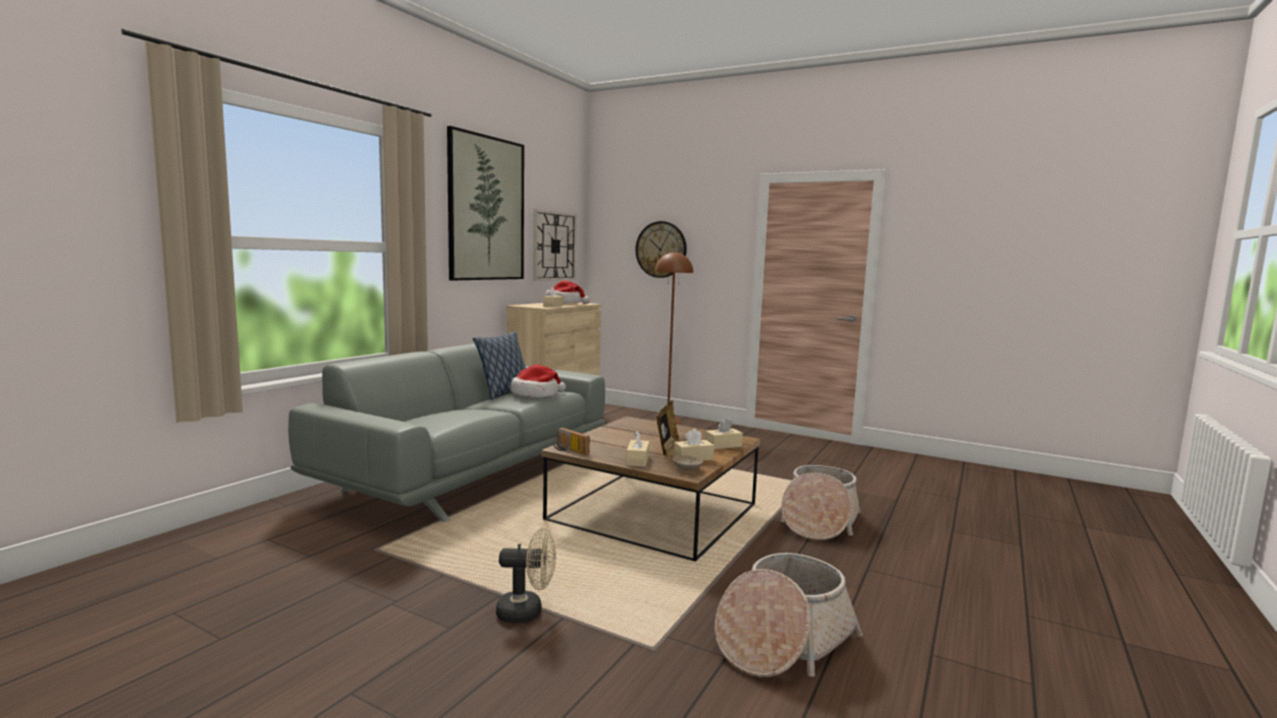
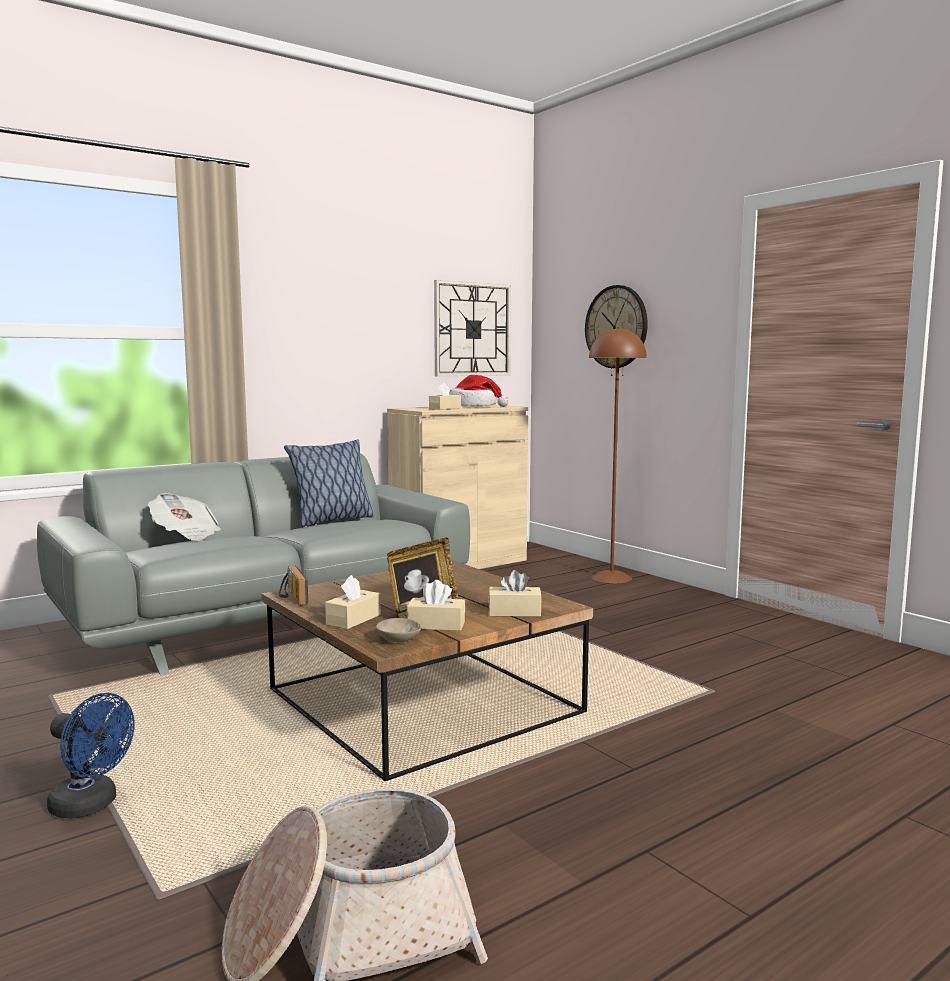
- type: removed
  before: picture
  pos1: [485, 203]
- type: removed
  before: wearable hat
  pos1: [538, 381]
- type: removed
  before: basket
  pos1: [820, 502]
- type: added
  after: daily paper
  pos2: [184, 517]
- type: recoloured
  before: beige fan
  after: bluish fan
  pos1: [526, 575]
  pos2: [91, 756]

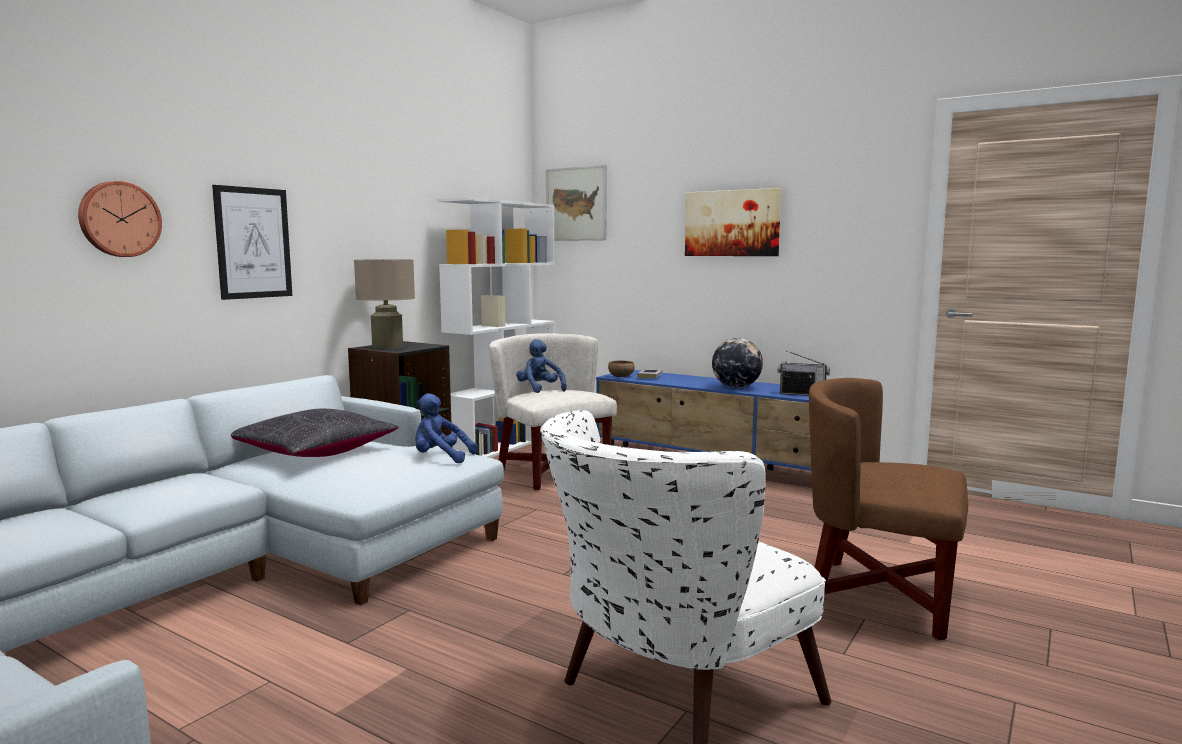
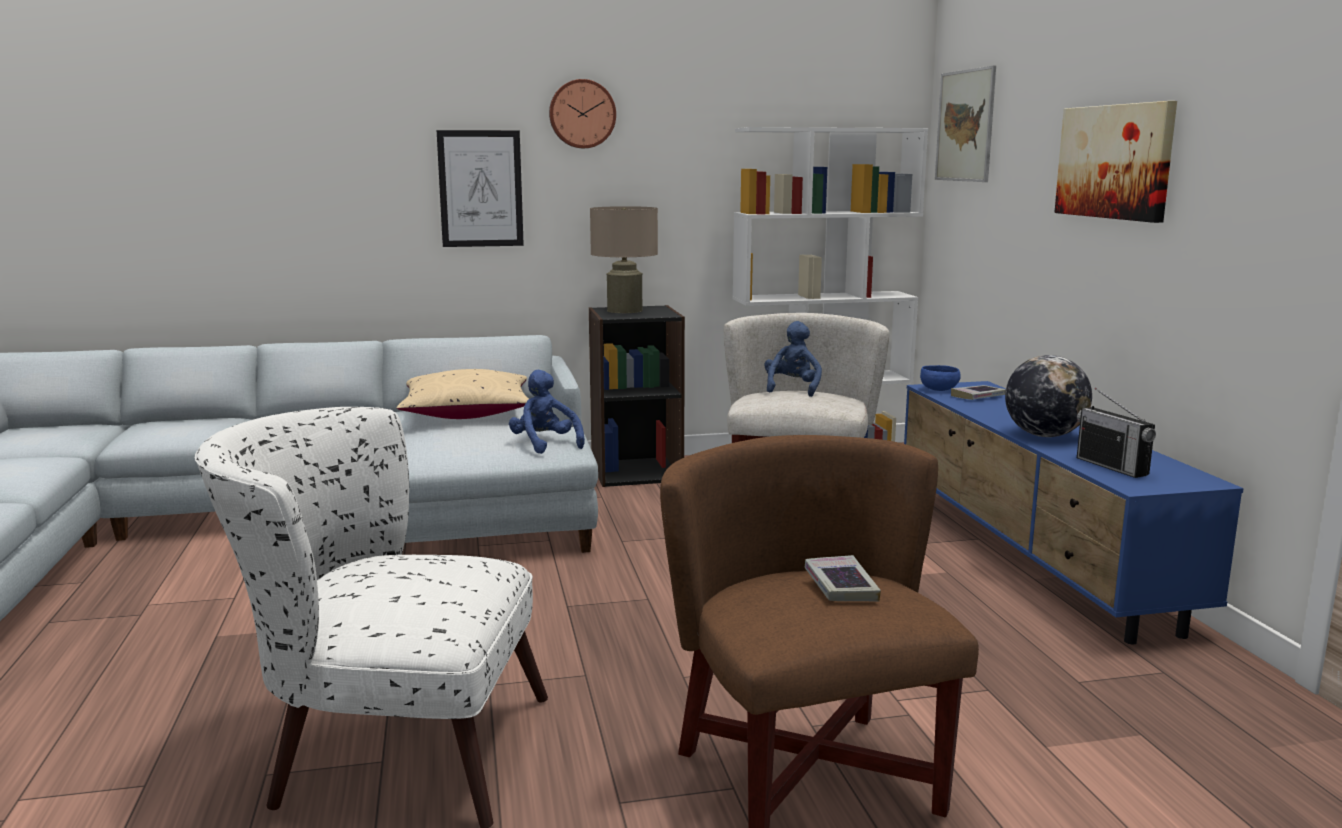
- type: added
  after: bound book
  pos2: [843, 578]
- type: moved
  before: clock on the wall
  pos1: [120, 219]
  pos2: [582, 113]
- type: recoloured
  before: blackish throw pillow
  after: beige throw pillow
  pos1: [315, 433]
  pos2: [463, 394]
- type: recoloured
  before: brown bowl
  after: bluish bowl
  pos1: [621, 368]
  pos2: [940, 378]

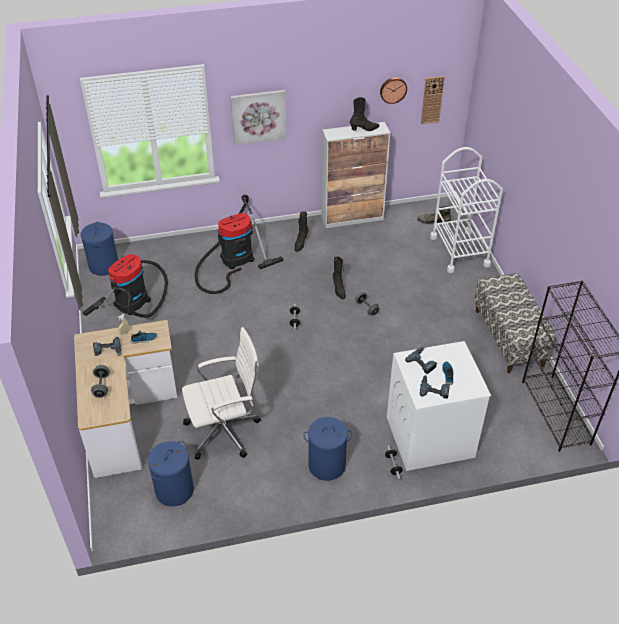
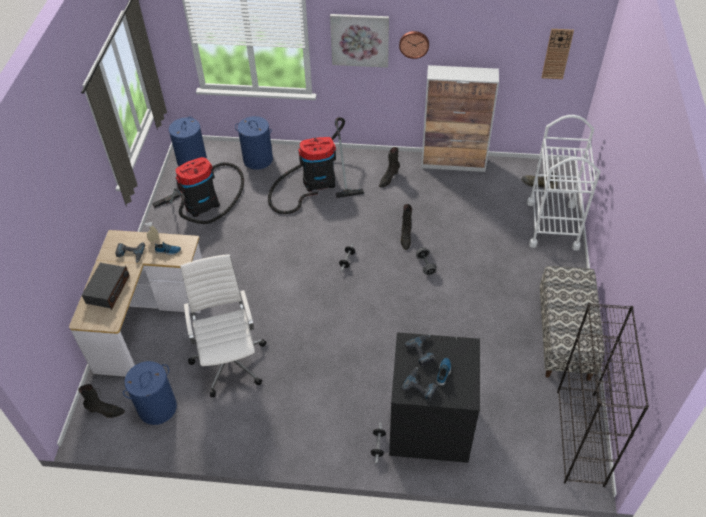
- type: moved
  before: bluish washing basket
  pos1: [327, 449]
  pos2: [254, 143]
- type: moved
  before: blackish tall boot
  pos1: [365, 114]
  pos2: [101, 401]
- type: moved
  before: clock on the wall
  pos1: [393, 90]
  pos2: [414, 45]
- type: replaced
  before: grey free weight
  after: radio set
  pos1: [100, 381]
  pos2: [106, 286]
- type: recoloured
  before: whitish washing machine
  after: blackish washing machine
  pos1: [439, 406]
  pos2: [434, 397]
- type: turned
  before: whitish computer chair
  pos1: [221, 393]
  pos2: [223, 325]
  turn: -105

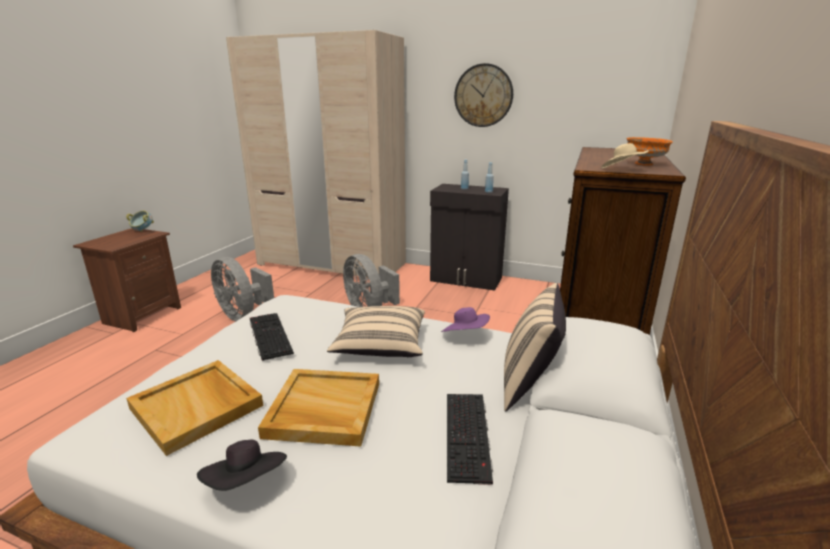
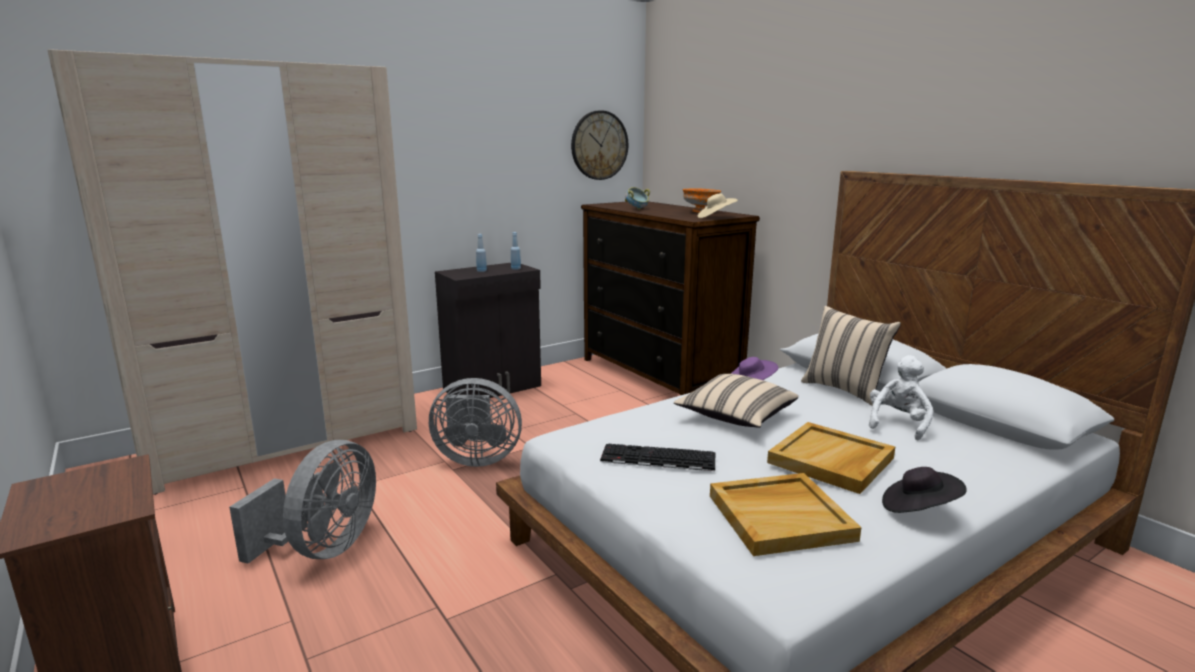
- type: moved
  before: bowl
  pos1: [140, 221]
  pos2: [637, 198]
- type: moved
  before: clock on the wall
  pos1: [483, 95]
  pos2: [599, 145]
- type: replaced
  before: keyboard
  after: whitish cuddly toy
  pos1: [470, 439]
  pos2: [901, 397]
- type: turned
  before: grey fan
  pos1: [242, 289]
  pos2: [302, 502]
  turn: -60

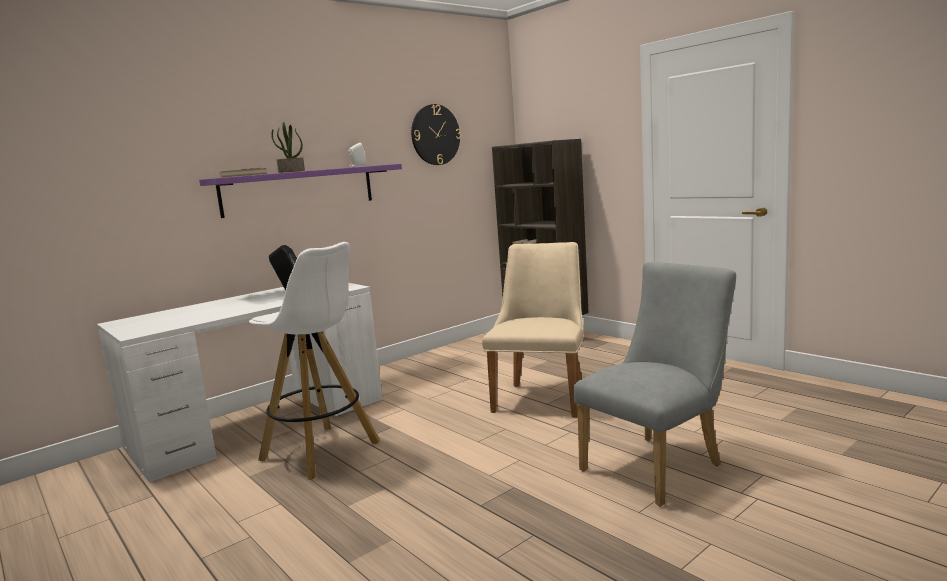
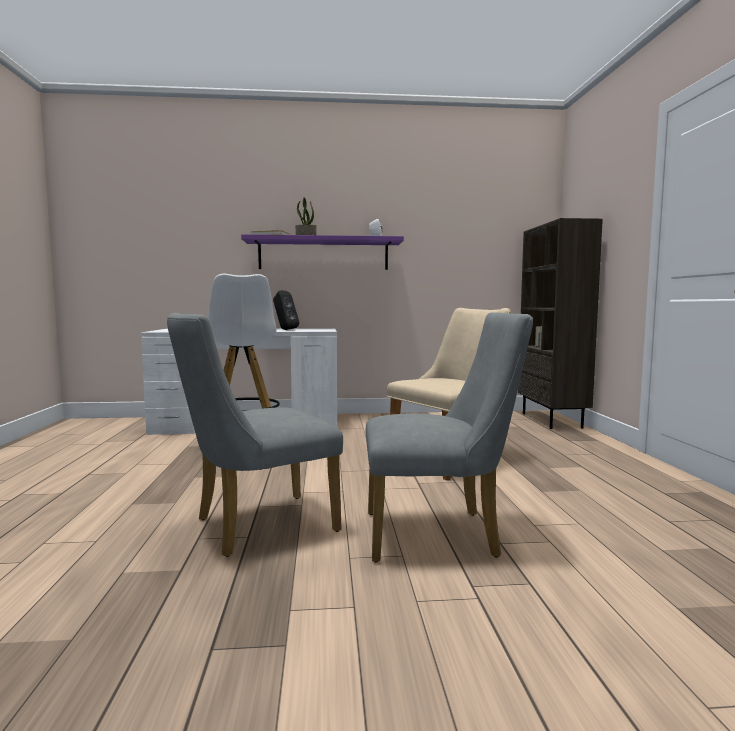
- type: removed
  before: clock on the wall
  pos1: [436, 134]
- type: added
  after: grey plain chair
  pos2: [255, 435]

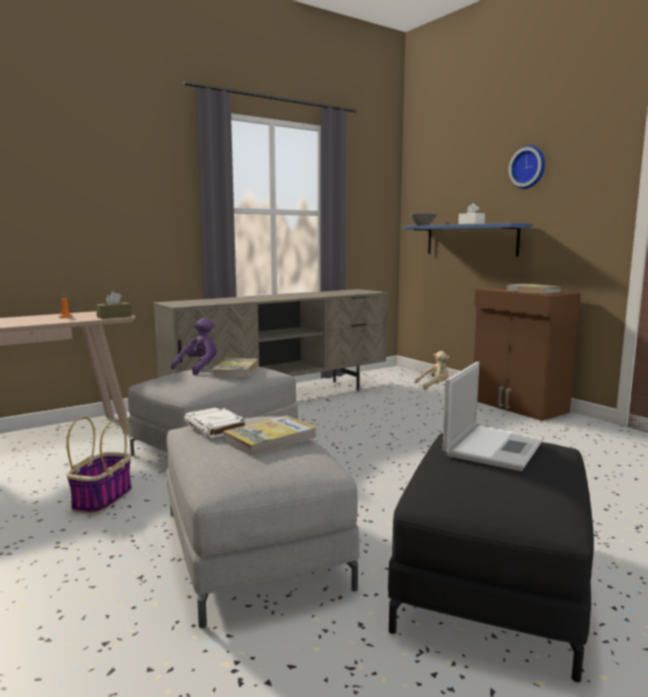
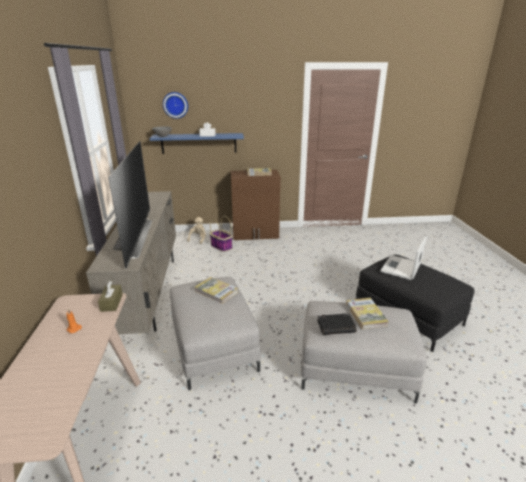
- type: removed
  before: purplish cuddly toy
  pos1: [194, 346]
- type: added
  after: TV
  pos2: [130, 205]
- type: moved
  before: basket
  pos1: [99, 466]
  pos2: [221, 234]
- type: moved
  before: clock on the wall
  pos1: [527, 167]
  pos2: [175, 105]
- type: recoloured
  before: whitish bound book
  after: blackish bound book
  pos1: [215, 422]
  pos2: [337, 324]
- type: turned
  before: notebook computer
  pos1: [493, 416]
  pos2: [404, 258]
  turn: -120

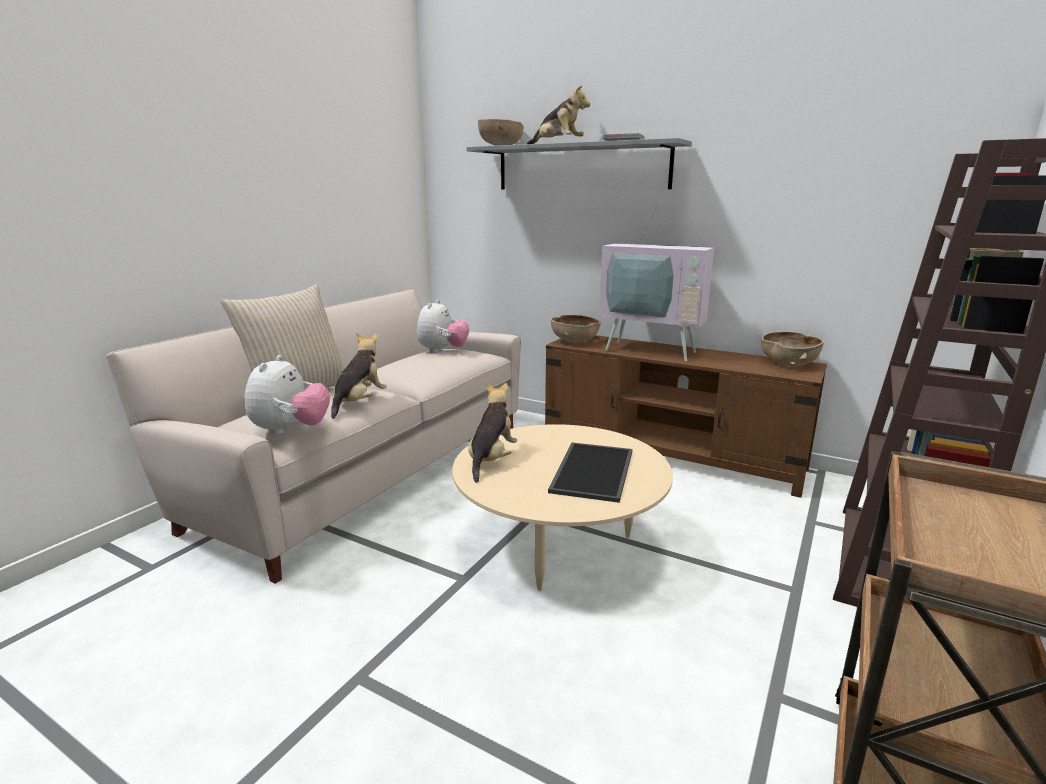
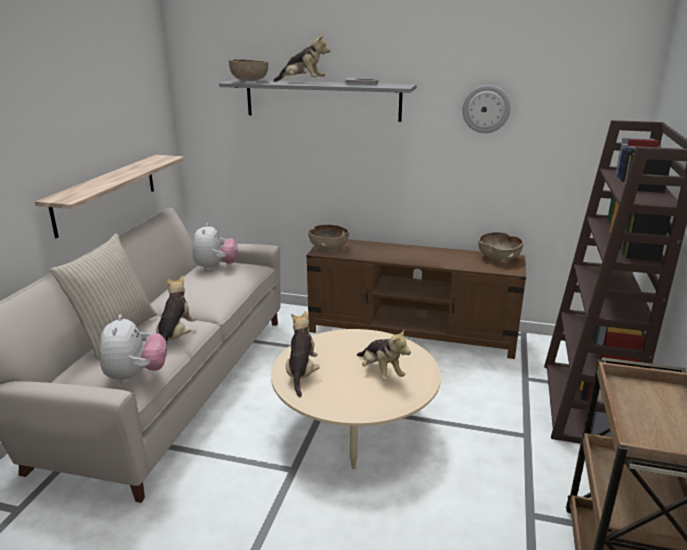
- type: removed
  before: TV
  pos1: [656, 281]
- type: added
  after: shelf
  pos2: [109, 196]
- type: added
  after: clock on the wall
  pos2: [486, 109]
- type: replaced
  before: tray
  after: cuddly toy
  pos1: [590, 472]
  pos2: [384, 355]

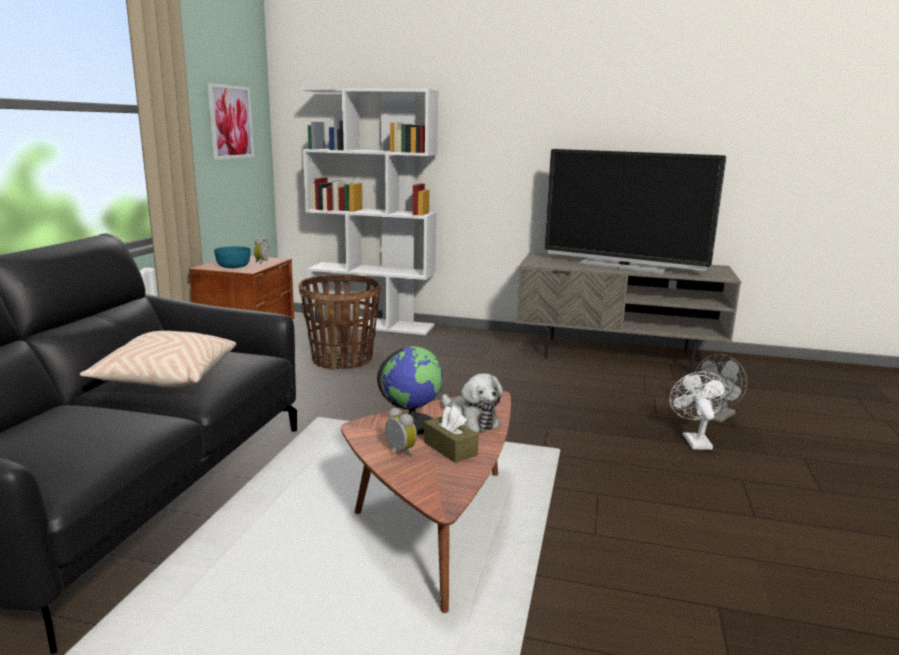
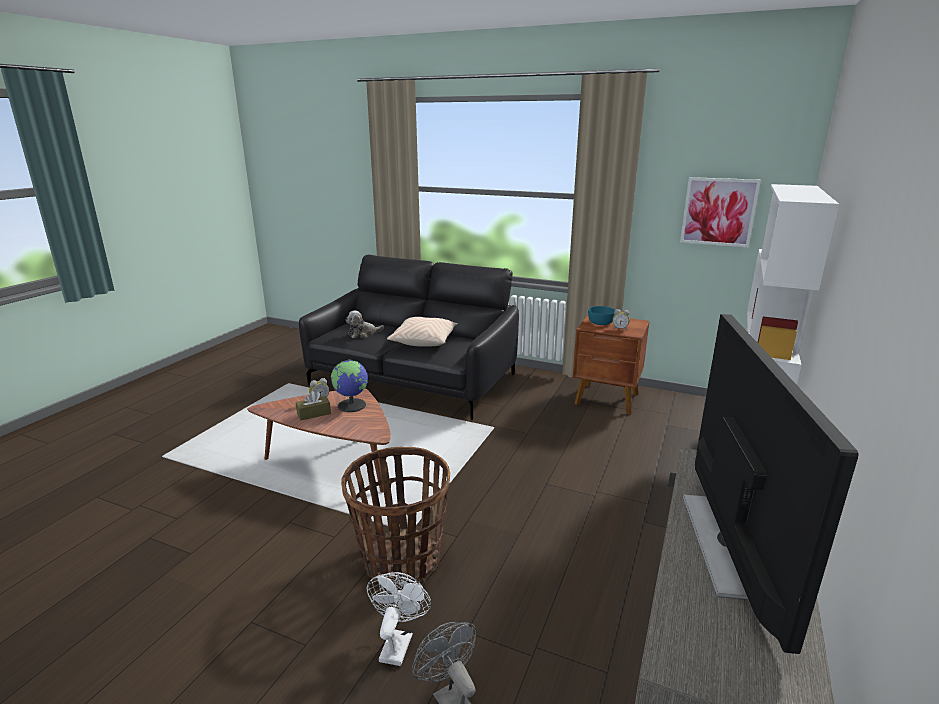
- type: moved
  before: basket
  pos1: [340, 322]
  pos2: [395, 516]
- type: moved
  before: cuddly toy
  pos1: [472, 402]
  pos2: [365, 324]
- type: turned
  before: TV
  pos1: [635, 211]
  pos2: [770, 484]
  turn: 150
- type: turned
  before: whitish fan
  pos1: [699, 411]
  pos2: [399, 619]
  turn: -90

